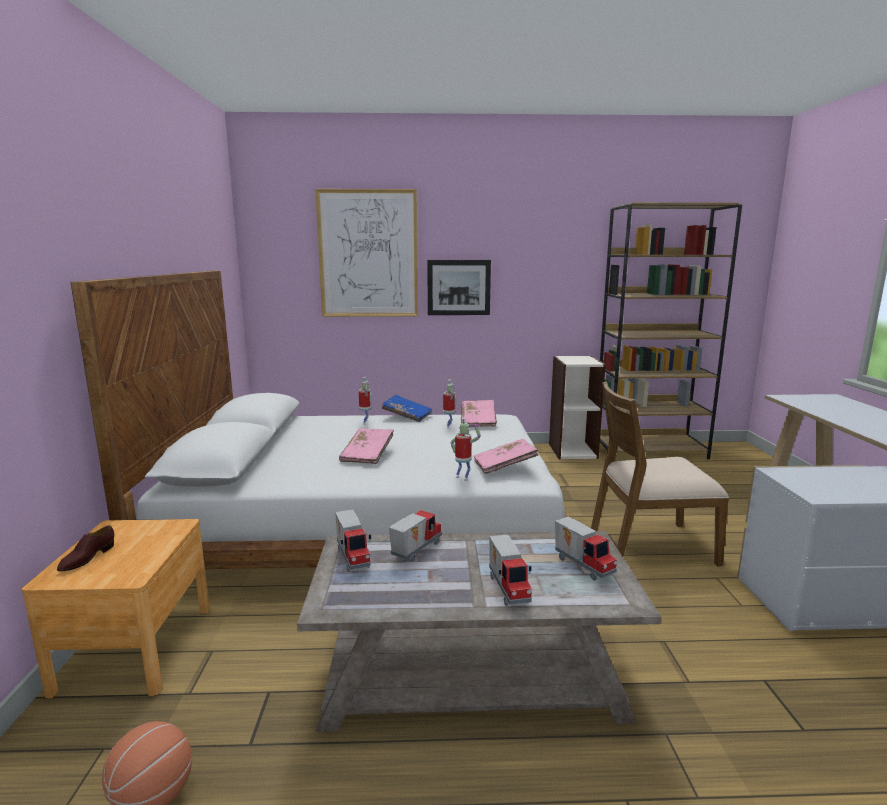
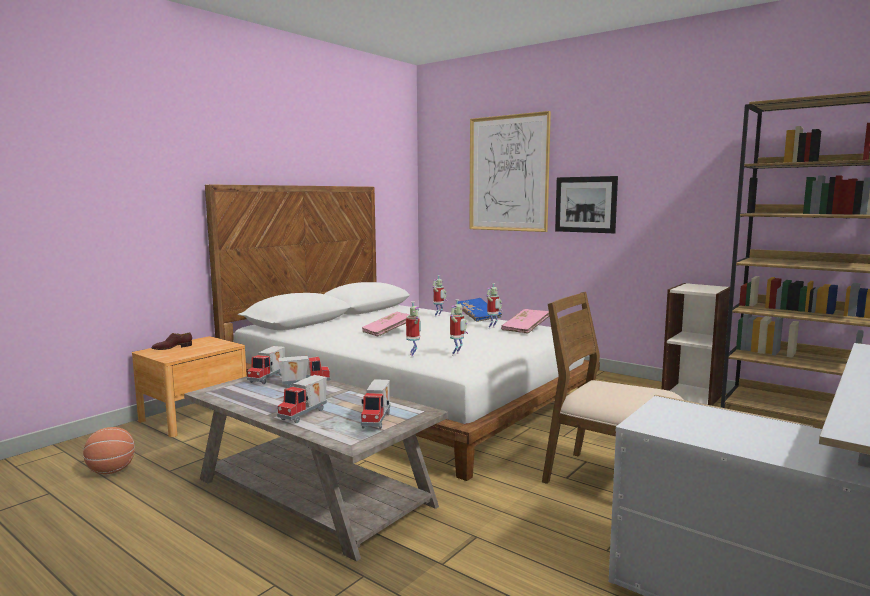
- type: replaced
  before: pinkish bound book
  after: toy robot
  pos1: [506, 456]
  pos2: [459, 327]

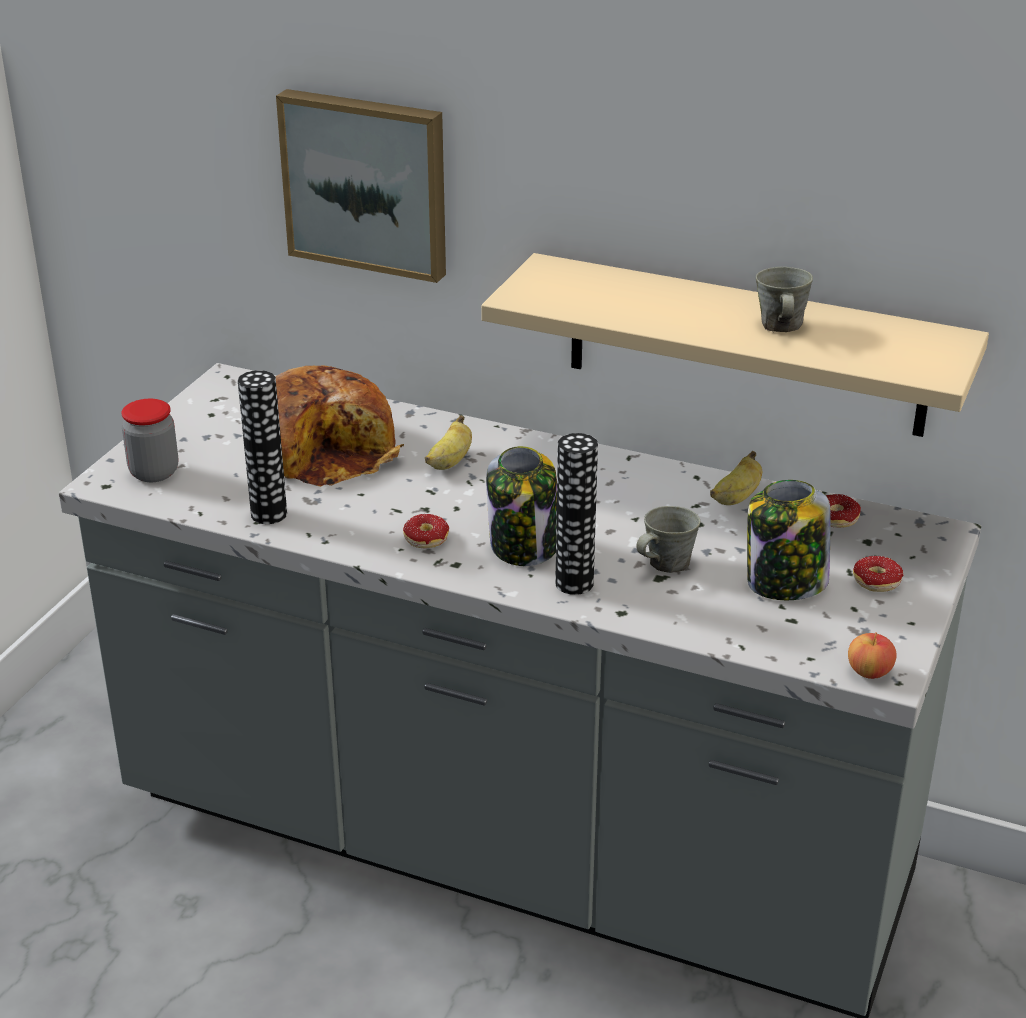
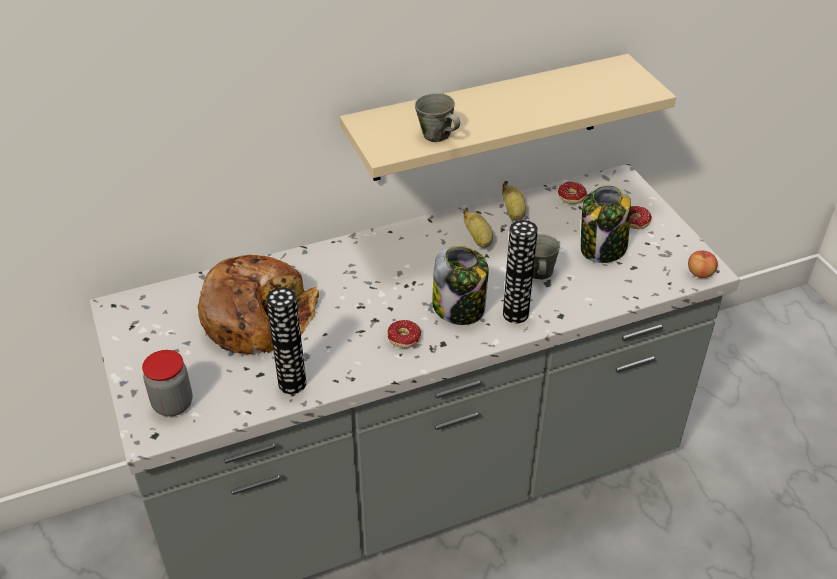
- type: removed
  before: picture
  pos1: [361, 186]
- type: moved
  before: whole banana
  pos1: [448, 442]
  pos2: [478, 227]
- type: moved
  before: grey coffee mug
  pos1: [784, 299]
  pos2: [437, 117]

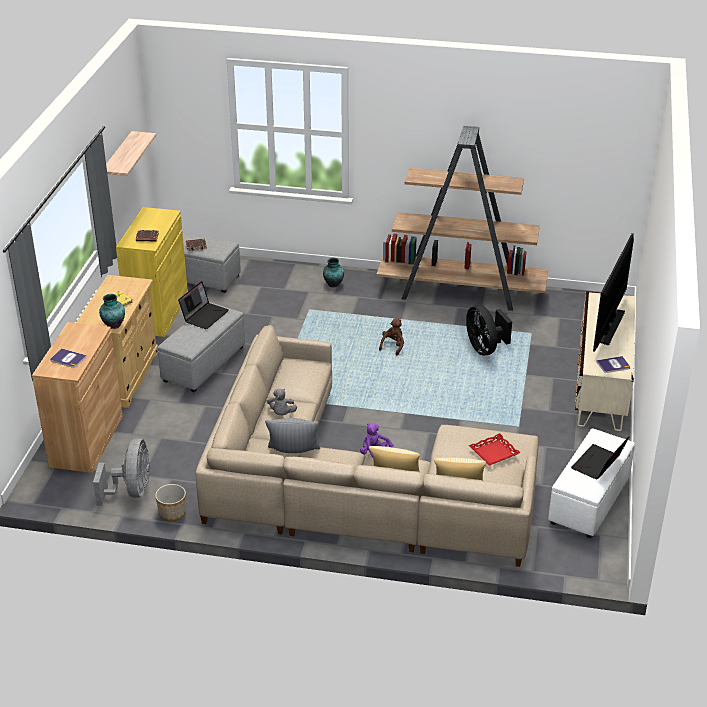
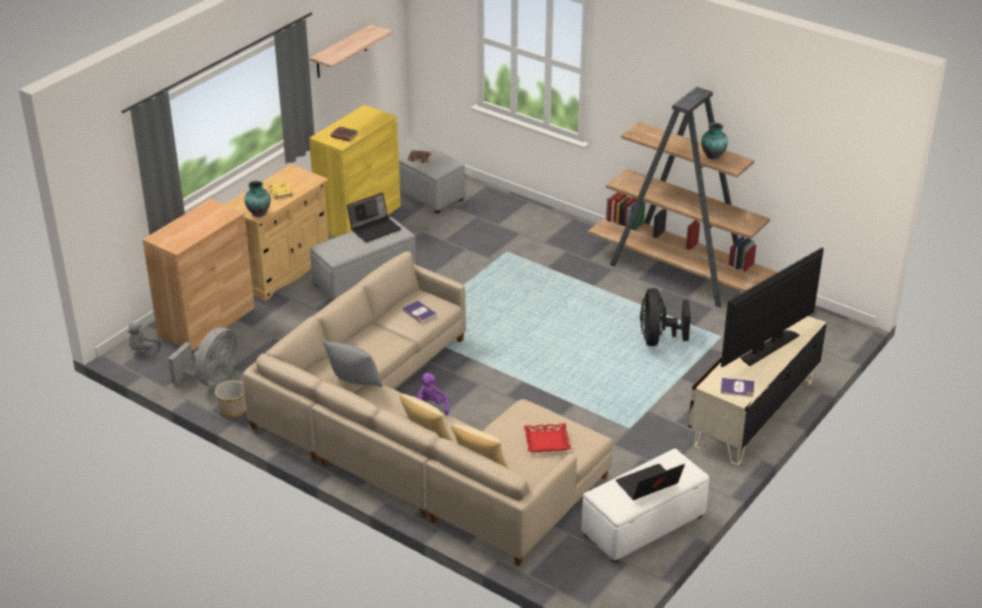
- type: removed
  before: brown cuddly toy
  pos1: [391, 336]
- type: moved
  before: bound book
  pos1: [68, 358]
  pos2: [419, 311]
- type: moved
  before: grey cuddly toy
  pos1: [282, 402]
  pos2: [144, 337]
- type: moved
  before: vase
  pos1: [333, 272]
  pos2: [714, 141]

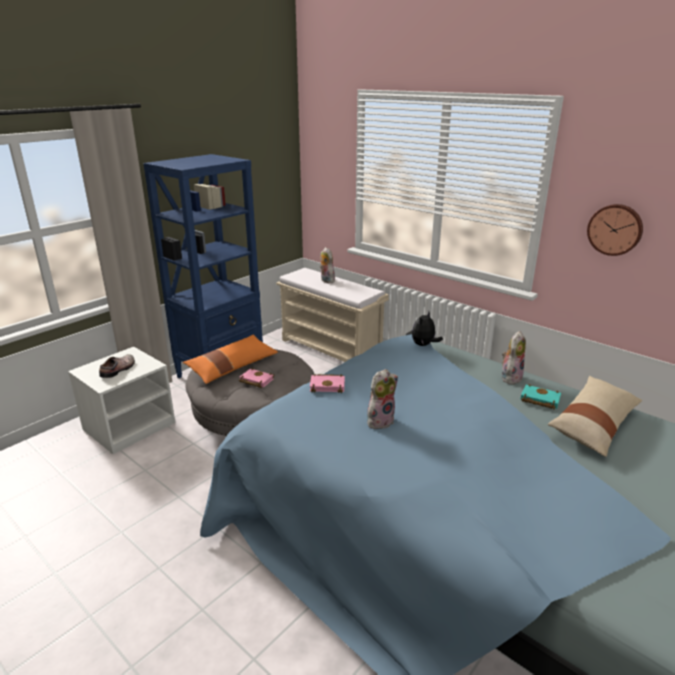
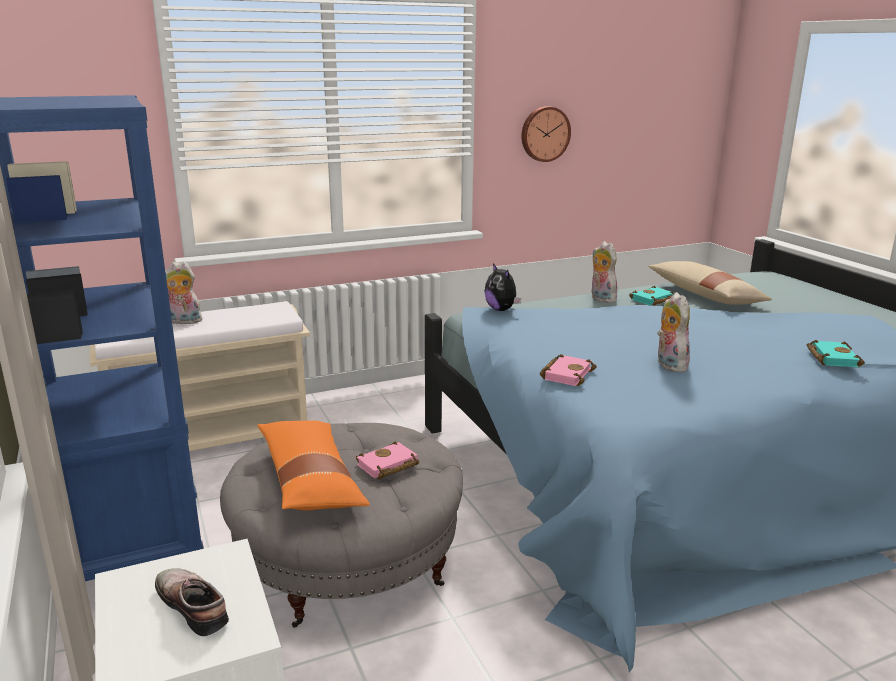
- type: added
  after: blue-green bound book
  pos2: [836, 353]

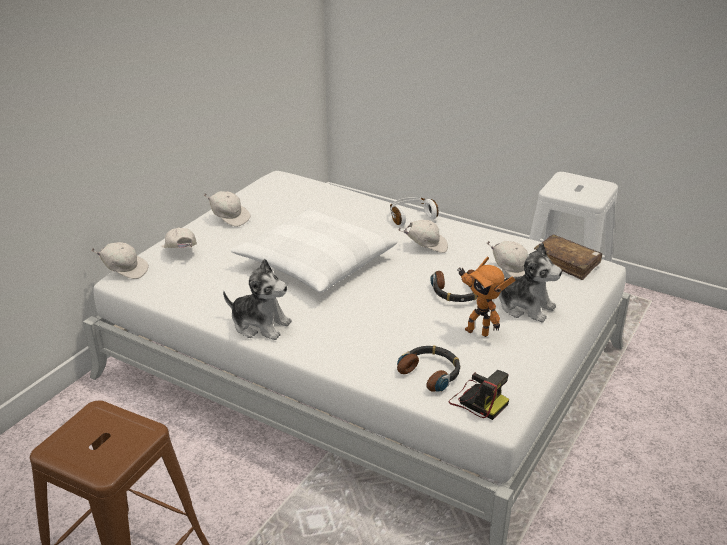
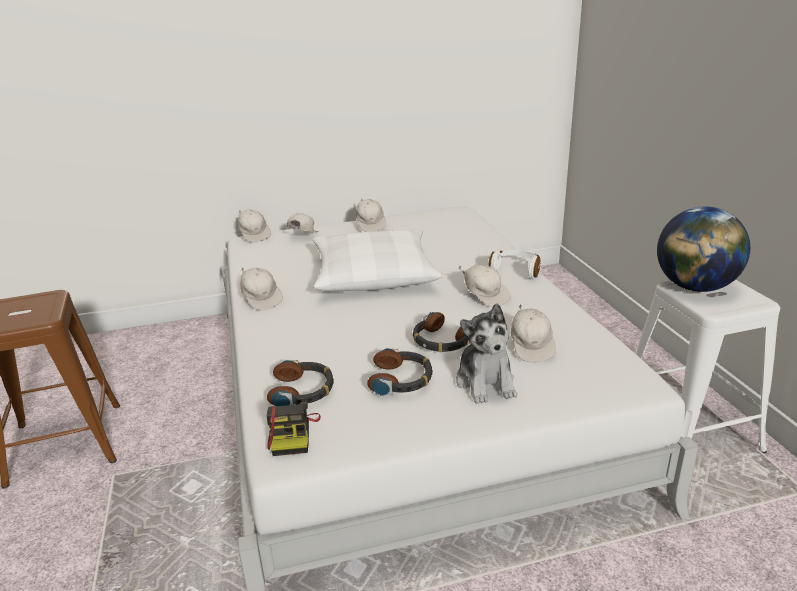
- type: removed
  before: brown bound book
  pos1: [568, 257]
- type: added
  after: desk globe
  pos2: [703, 249]
- type: replaced
  before: cuddly toy
  after: whitish baseball cap
  pos1: [257, 299]
  pos2: [261, 289]
- type: replaced
  before: toy robot
  after: headset
  pos1: [486, 296]
  pos2: [400, 372]

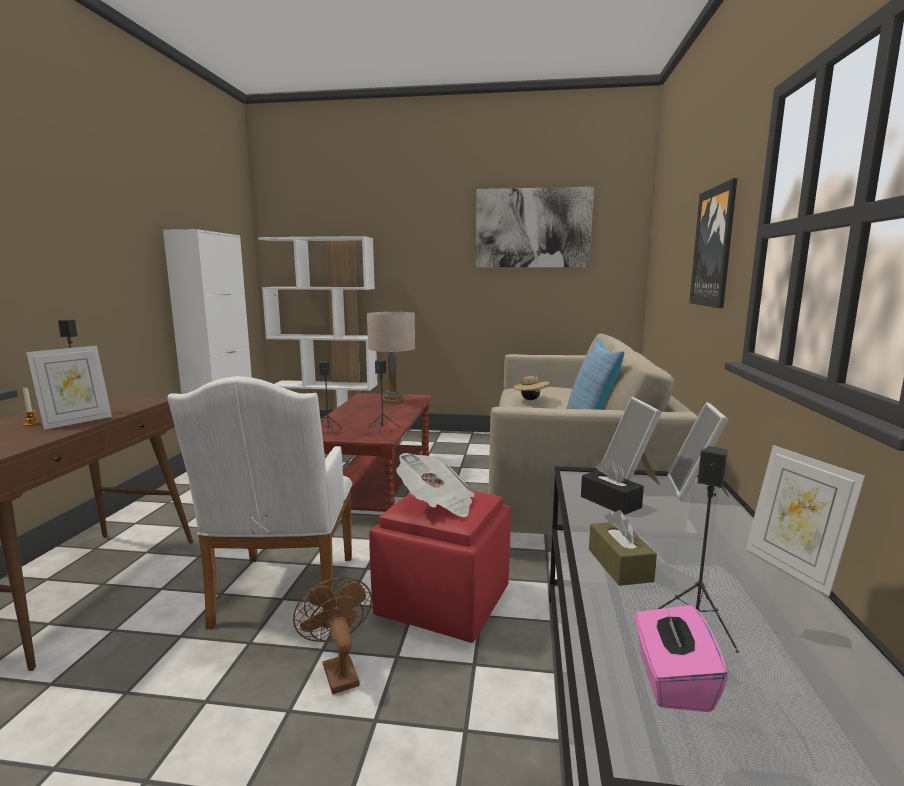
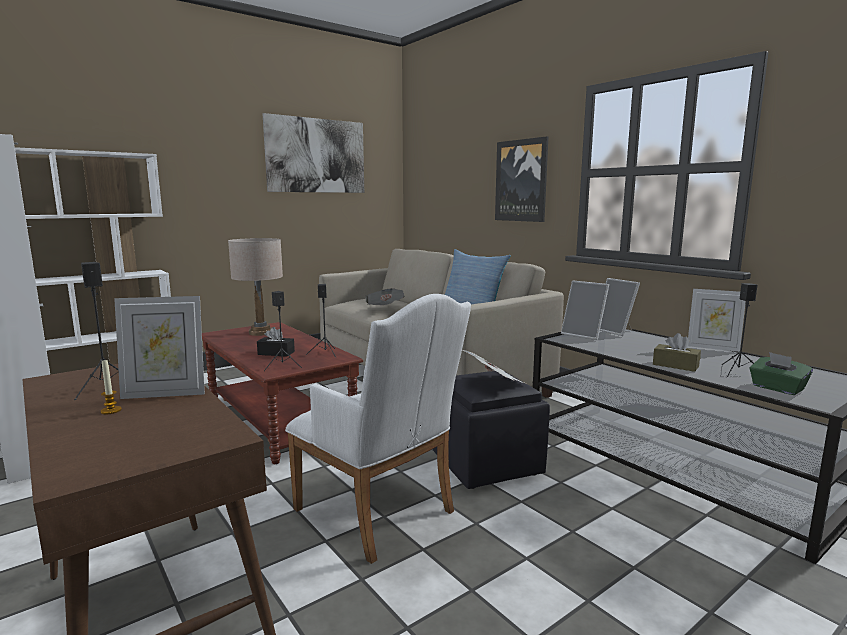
- type: removed
  before: brown fan
  pos1: [332, 635]
- type: moved
  before: blackish tissue holder
  pos1: [612, 487]
  pos2: [276, 342]
- type: replaced
  before: beige wearable hat
  after: daily paper
  pos1: [531, 387]
  pos2: [385, 296]
- type: recoloured
  before: reddish ottoman
  after: blackish ottoman
  pos1: [440, 566]
  pos2: [491, 430]
- type: recoloured
  before: pinkish tissue holder
  after: green tissue holder
  pos1: [681, 654]
  pos2: [781, 373]
- type: turned
  before: standing frame
  pos1: [69, 388]
  pos2: [159, 347]
  turn: 90

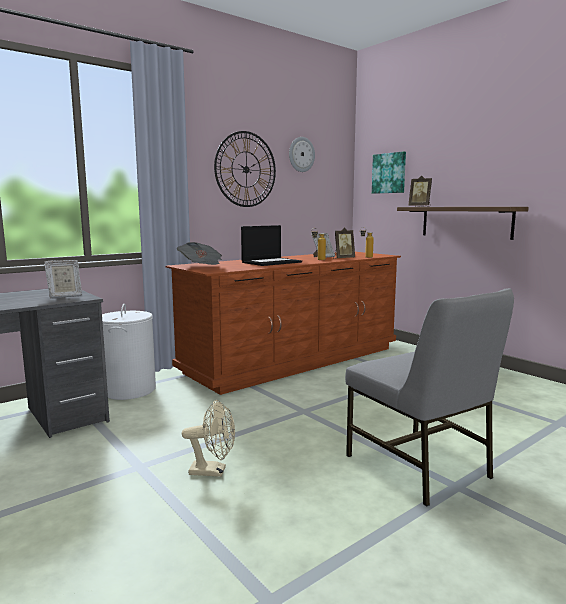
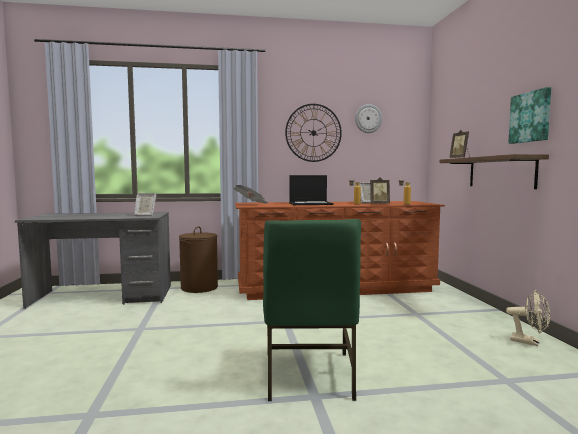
- type: moved
  before: beige fan
  pos1: [208, 438]
  pos2: [528, 318]
- type: moved
  before: picture
  pos1: [389, 172]
  pos2: [529, 115]
- type: recoloured
  before: whitish washing basket
  after: brown washing basket
  pos1: [129, 352]
  pos2: [198, 259]
- type: recoloured
  before: grey plain chair
  after: green plain chair
  pos1: [429, 397]
  pos2: [312, 310]

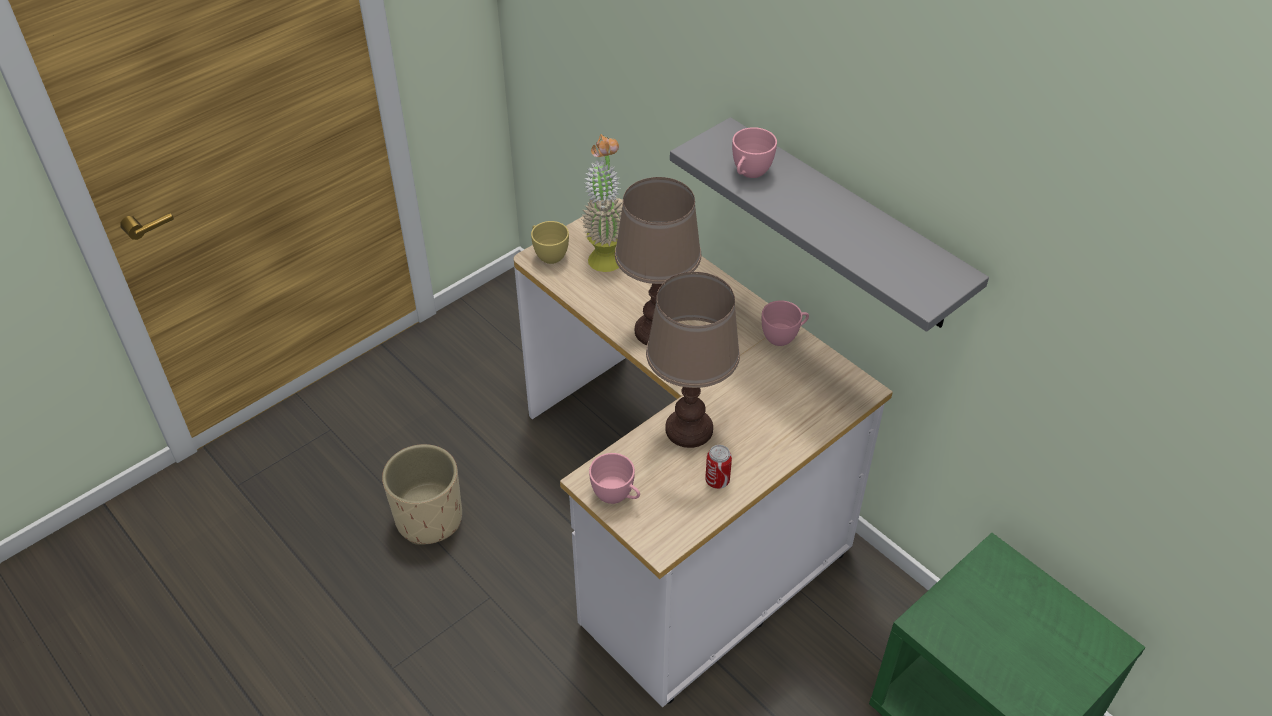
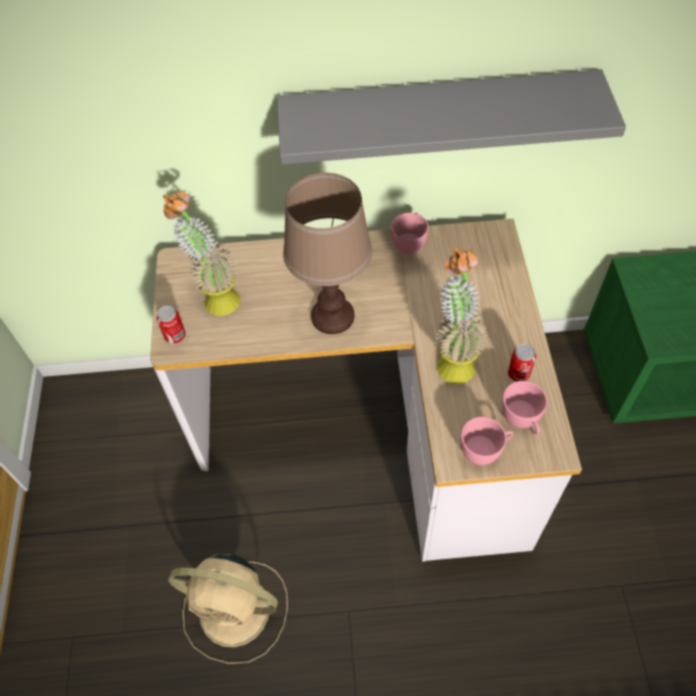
- type: moved
  before: pinkish drinking cup
  pos1: [754, 152]
  pos2: [524, 407]
- type: replaced
  before: beige plant pot
  after: beige fan
  pos1: [422, 494]
  pos2: [228, 609]
- type: replaced
  before: yellow-coloured drinking cup
  after: sealed can
  pos1: [550, 242]
  pos2: [171, 325]
- type: replaced
  before: brown lamp for a table
  after: houseplant
  pos1: [693, 360]
  pos2: [462, 315]

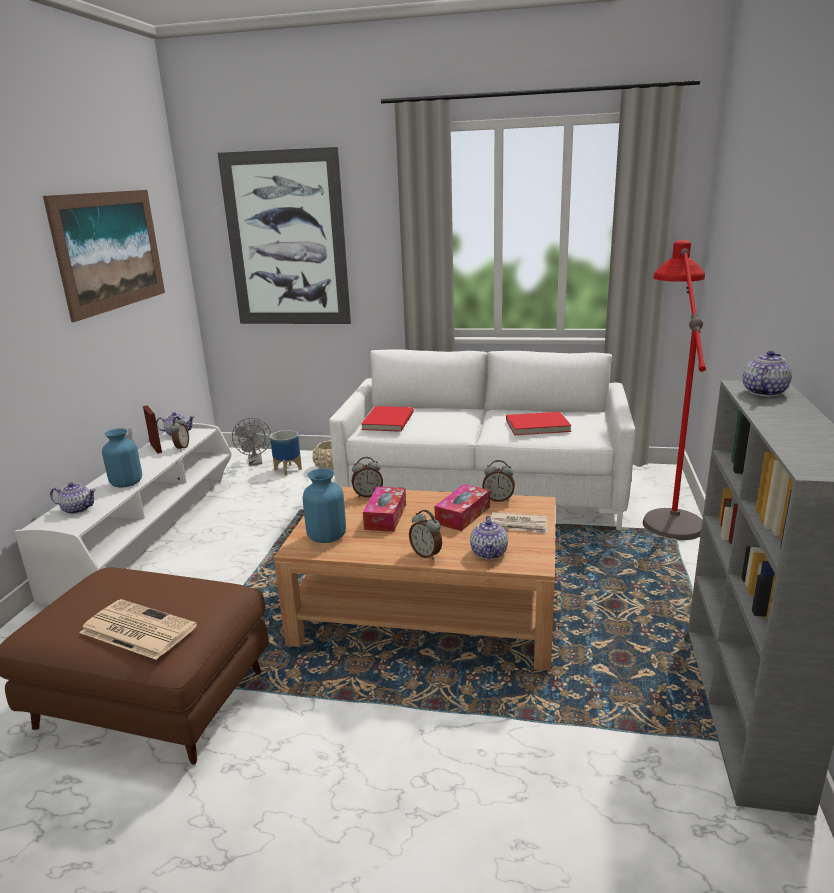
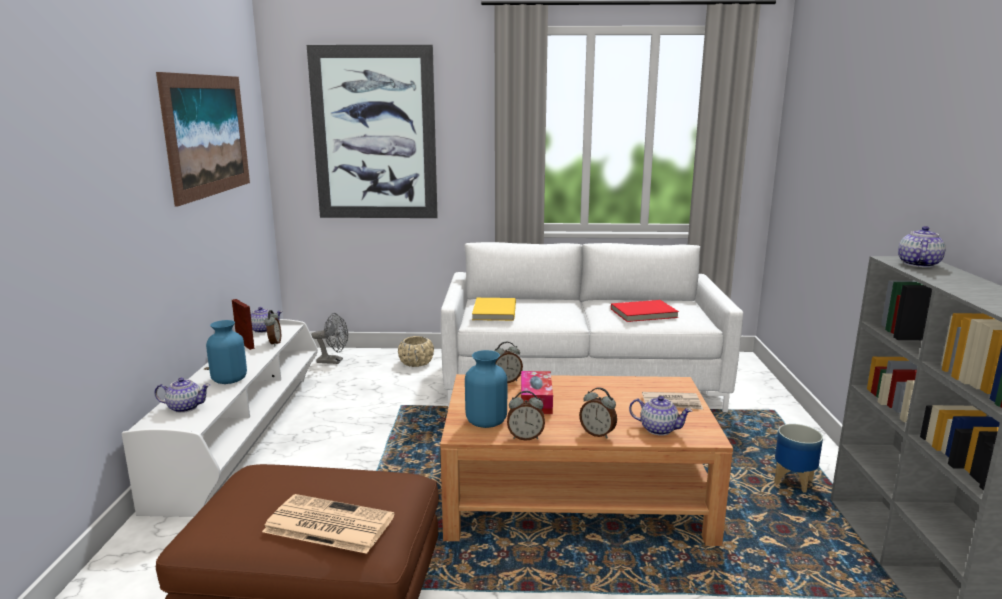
- type: removed
  before: tissue holder
  pos1: [462, 507]
- type: removed
  before: reddish standing lamp
  pos1: [674, 390]
- type: moved
  before: plant pot
  pos1: [286, 452]
  pos2: [798, 458]
- type: moved
  before: table clock
  pos1: [498, 481]
  pos2: [526, 416]
- type: recoloured
  before: reddish bound book
  after: yellow-coloured bound book
  pos1: [387, 419]
  pos2: [494, 309]
- type: turned
  before: grey fan
  pos1: [251, 442]
  pos2: [329, 338]
  turn: -60
- type: turned
  before: teapot
  pos1: [489, 537]
  pos2: [661, 416]
  turn: -60

